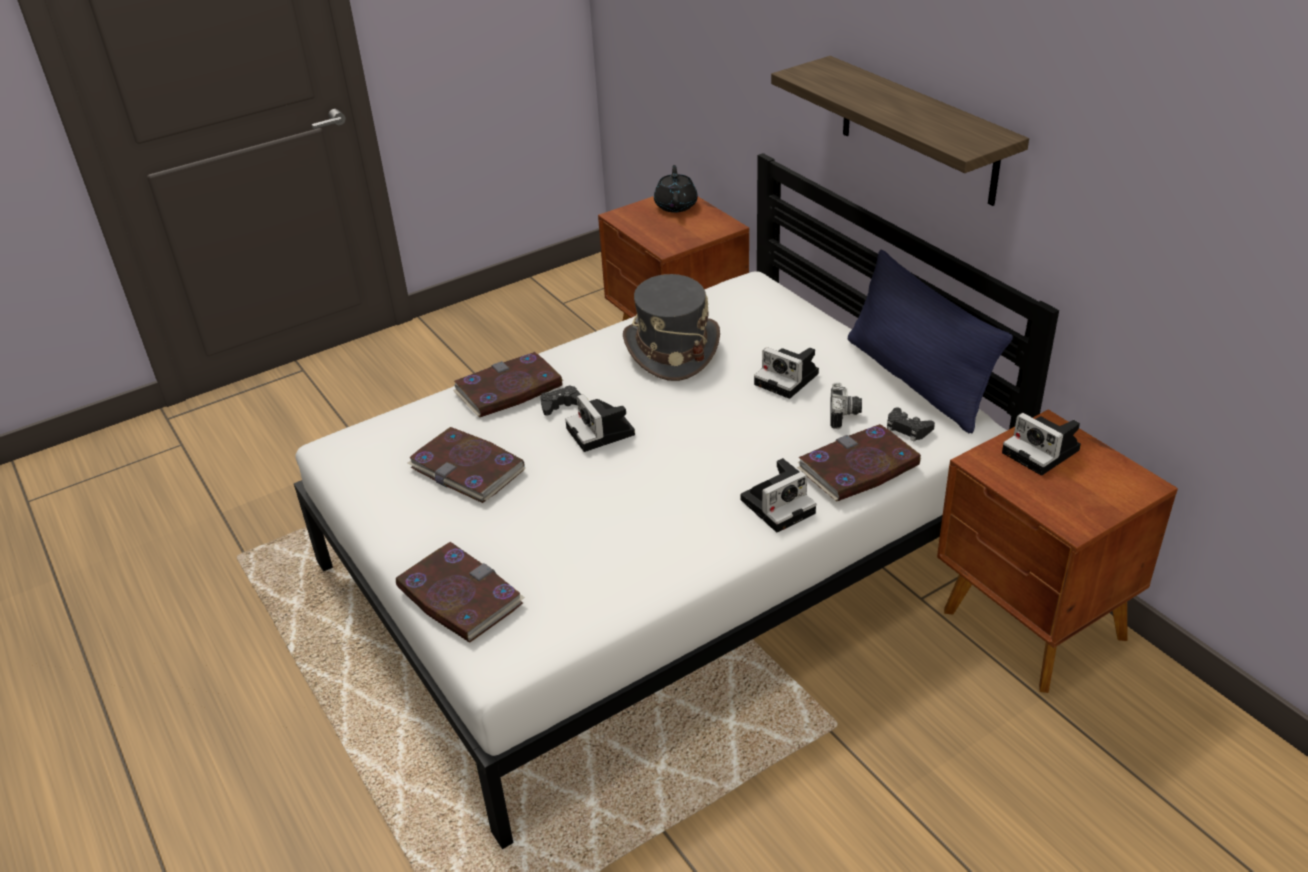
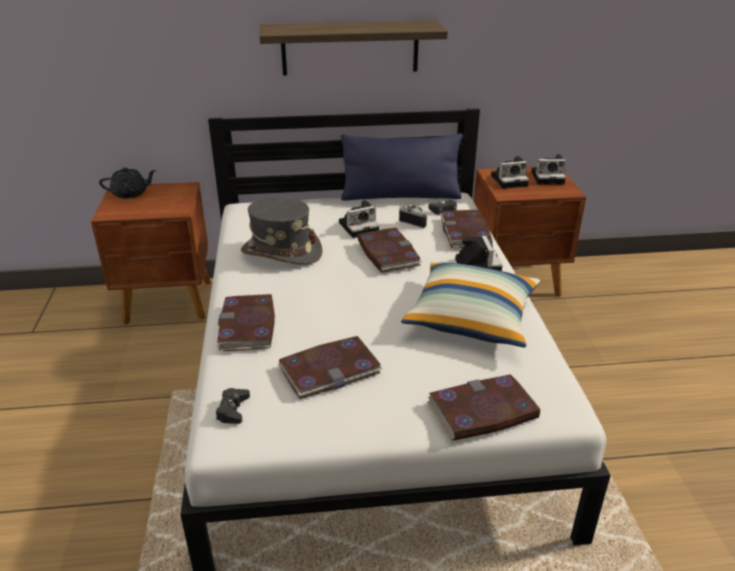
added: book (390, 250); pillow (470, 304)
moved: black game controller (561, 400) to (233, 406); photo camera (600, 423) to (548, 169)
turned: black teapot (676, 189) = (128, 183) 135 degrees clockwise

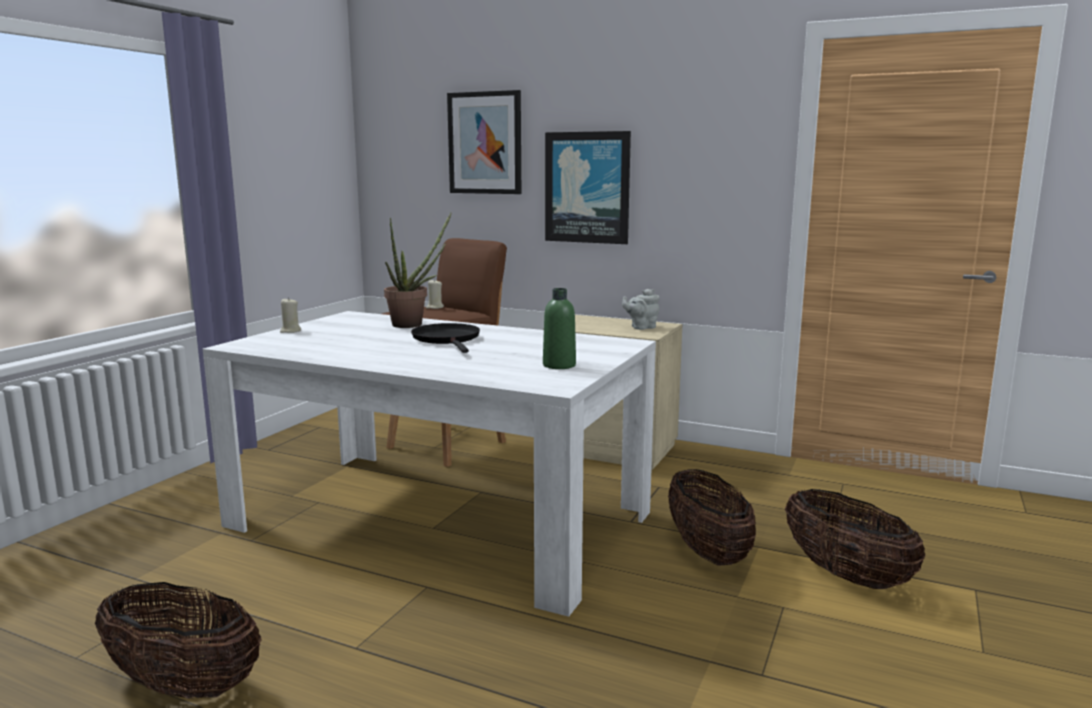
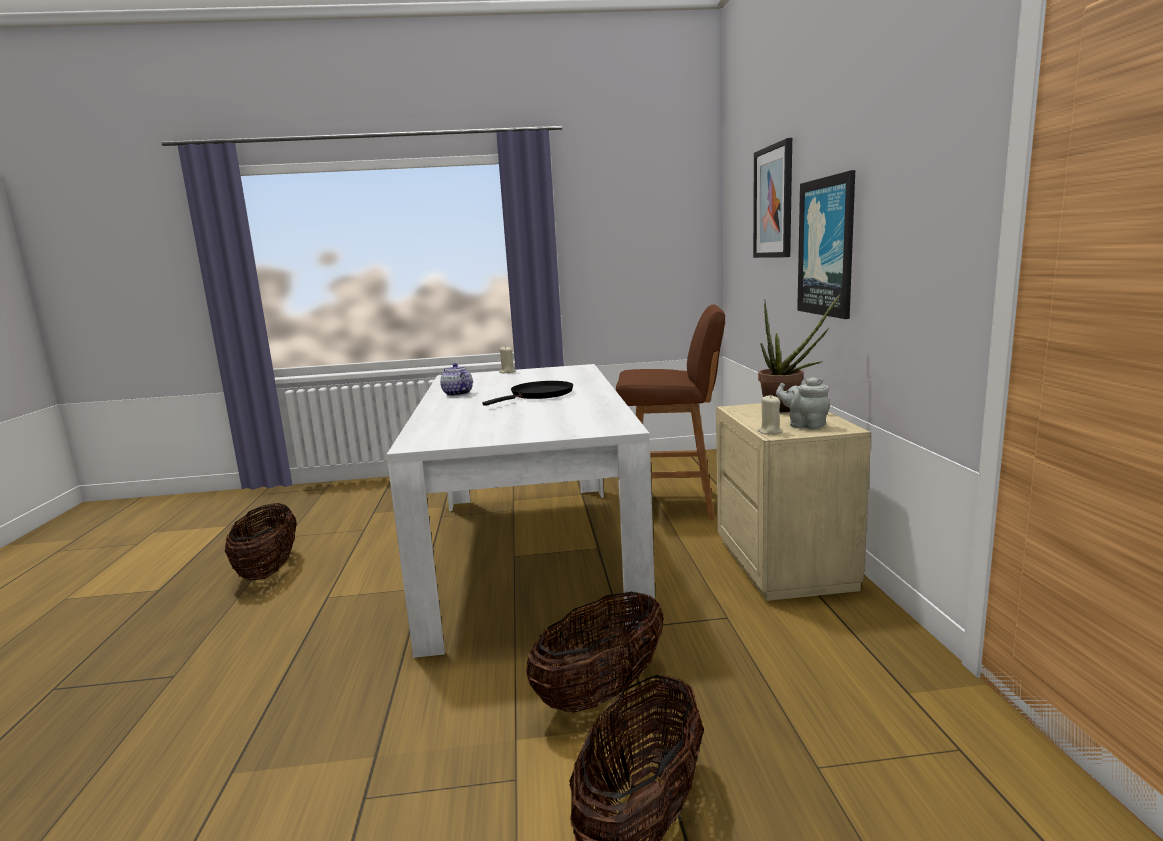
removed: green bottle (559, 328)
added: teapot (456, 379)
moved: potted plant (418, 270) to (799, 353); beige candle (435, 294) to (770, 415)

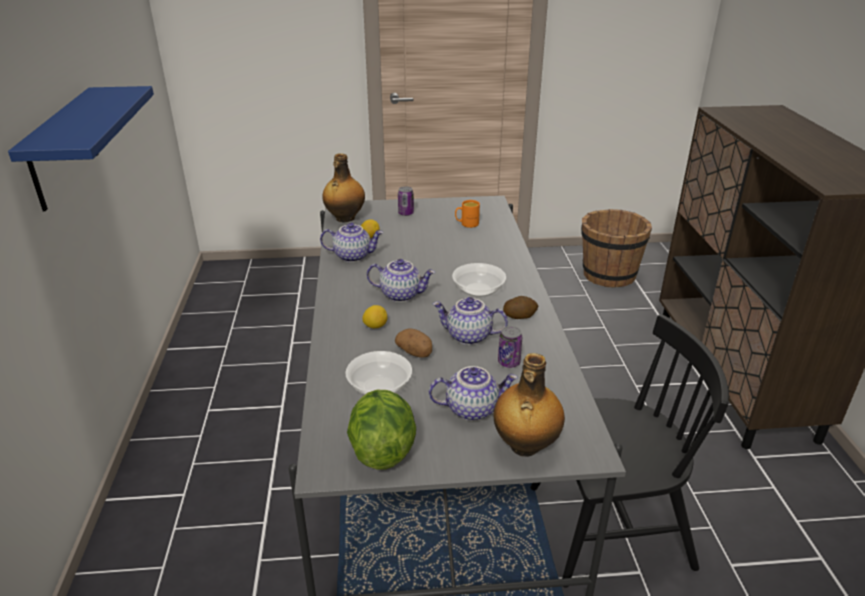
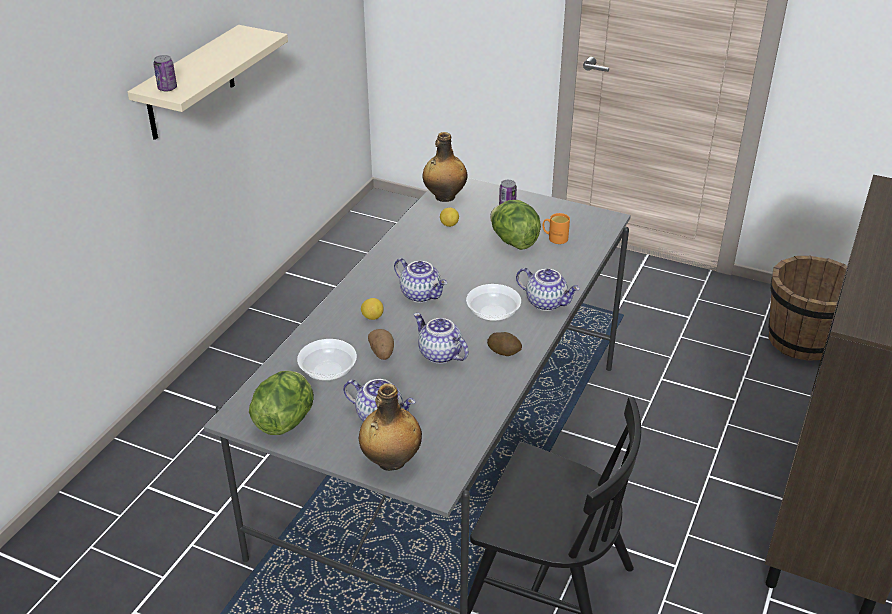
added: lettuce (515, 225)
moved: teapot (351, 242) to (548, 289); can (510, 347) to (165, 73)
recoloured: blue shelf (81, 148) to beige shelf (208, 82)

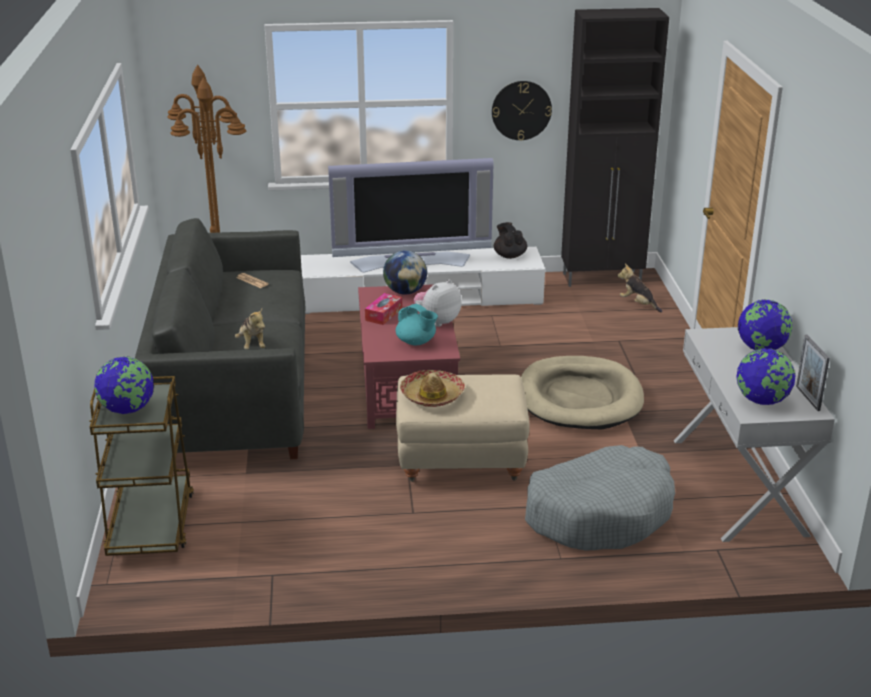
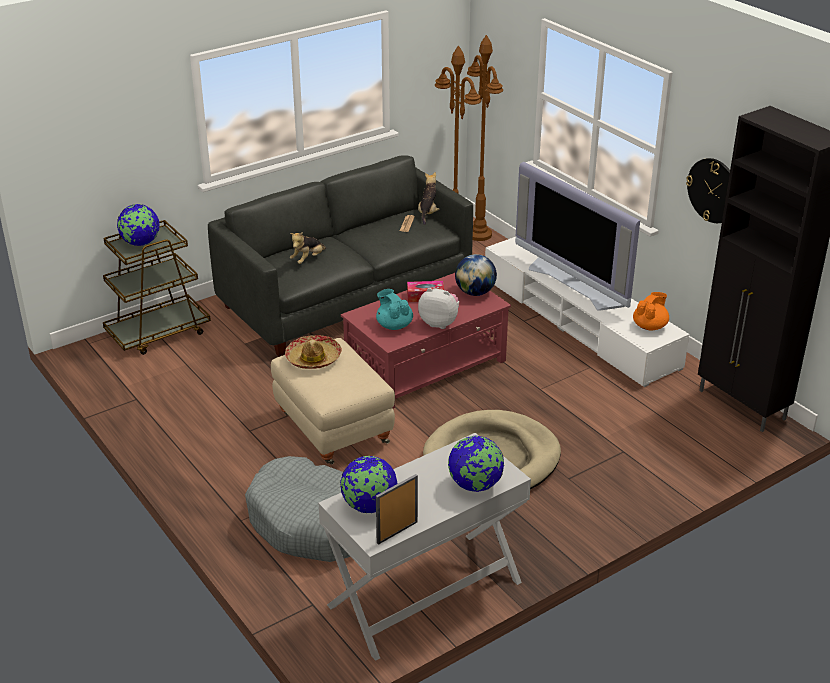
moved: plush toy (639, 288) to (429, 198)
recoloured: black teapot (510, 240) to orange teapot (651, 311)
turned: turquoise teapot (417, 325) = (394, 309) 135 degrees clockwise

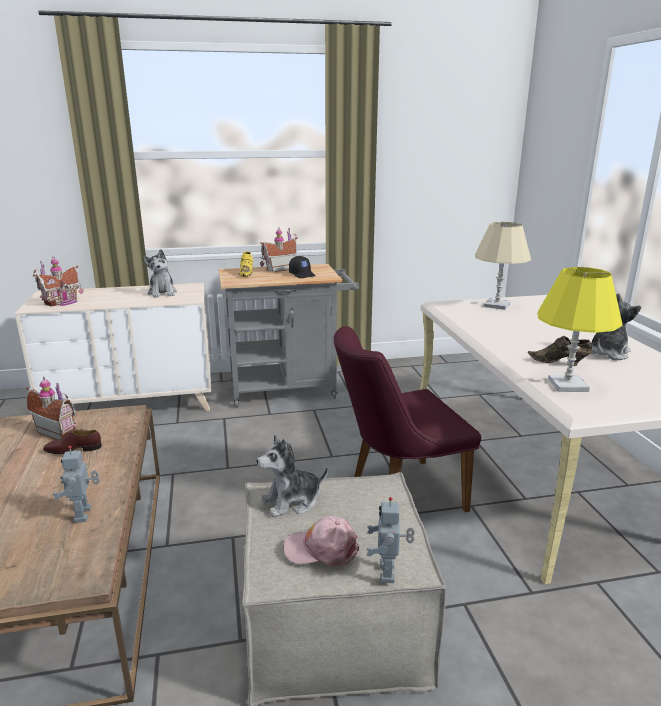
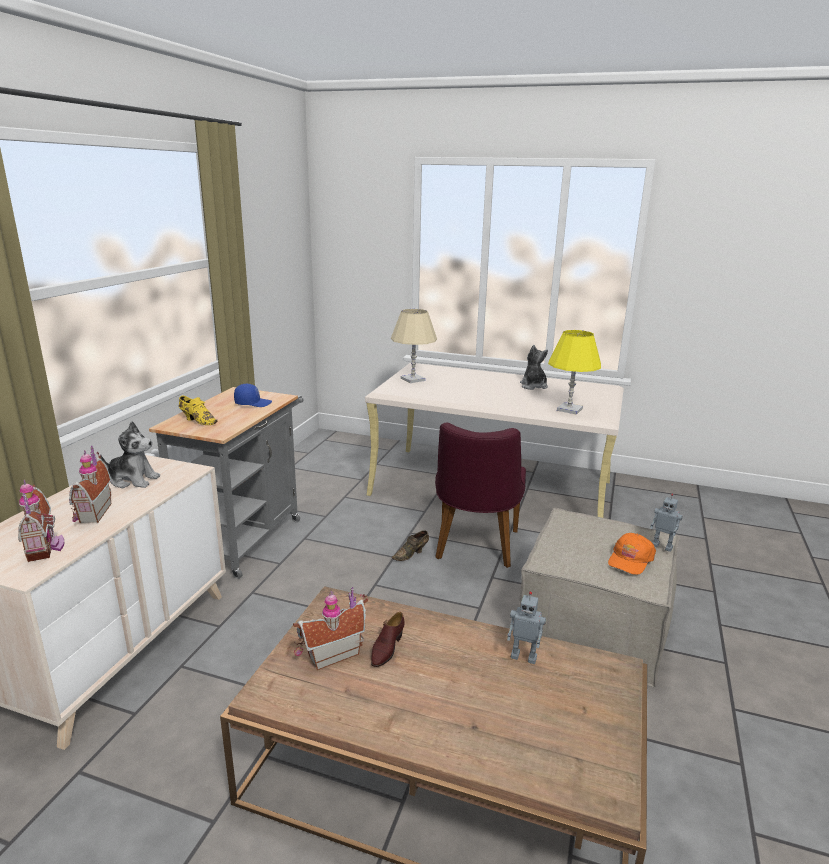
removed: plush toy (292, 476)
moved: toy house (278, 250) to (90, 484); brown shoe (560, 351) to (410, 545)
recoloured: pink cap (321, 541) to orange cap (632, 554); black cap (302, 267) to blue cap (253, 395)

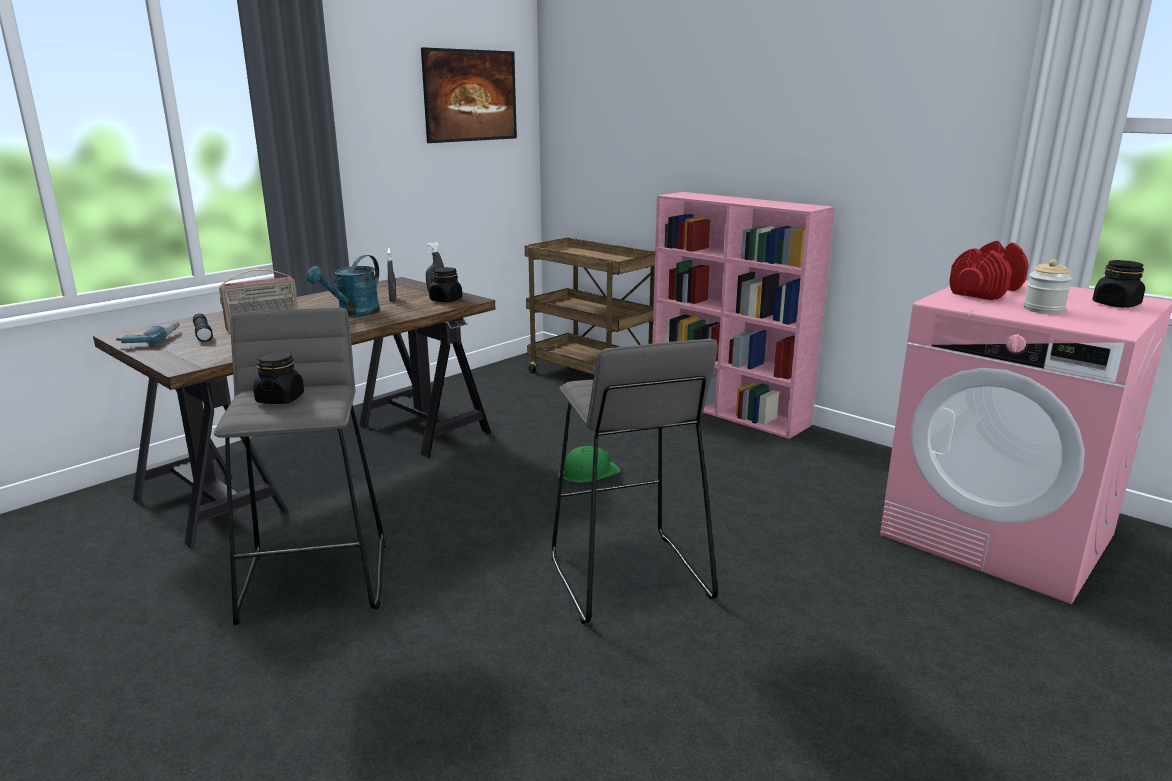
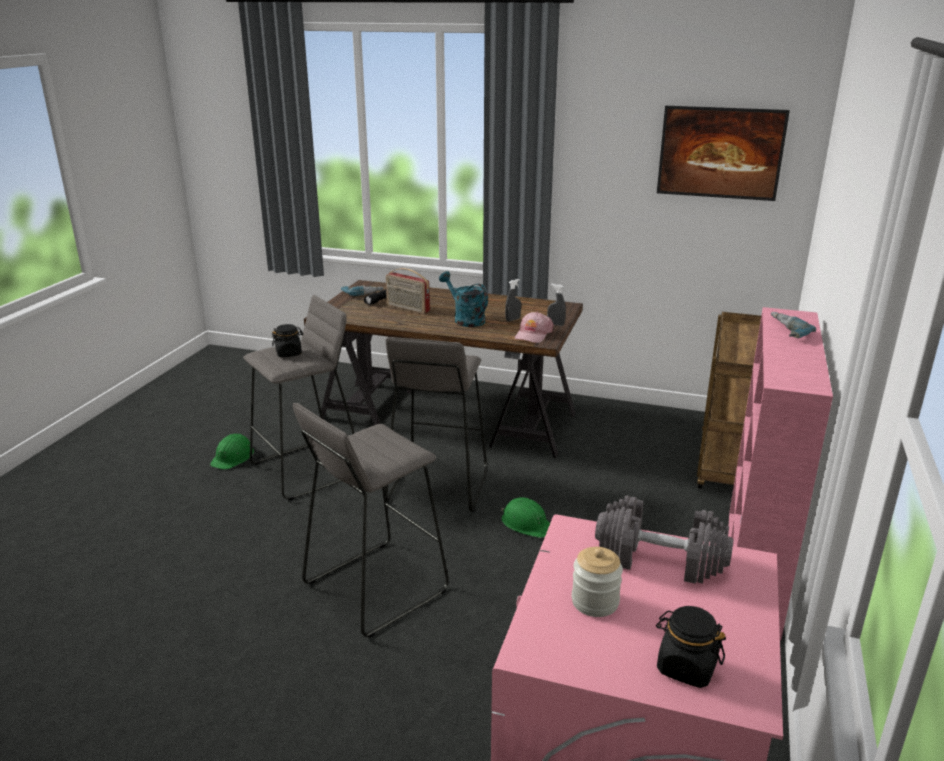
added: green hard hat (232, 452); grey stool (436, 424); power drill (793, 325)
replaced: black jar (445, 284) to pink cap (534, 327)
recoloured: red dumbbell (989, 270) to grey dumbbell (664, 539)
turned: turquoise watering can (343, 286) = (463, 299) 45 degrees clockwise

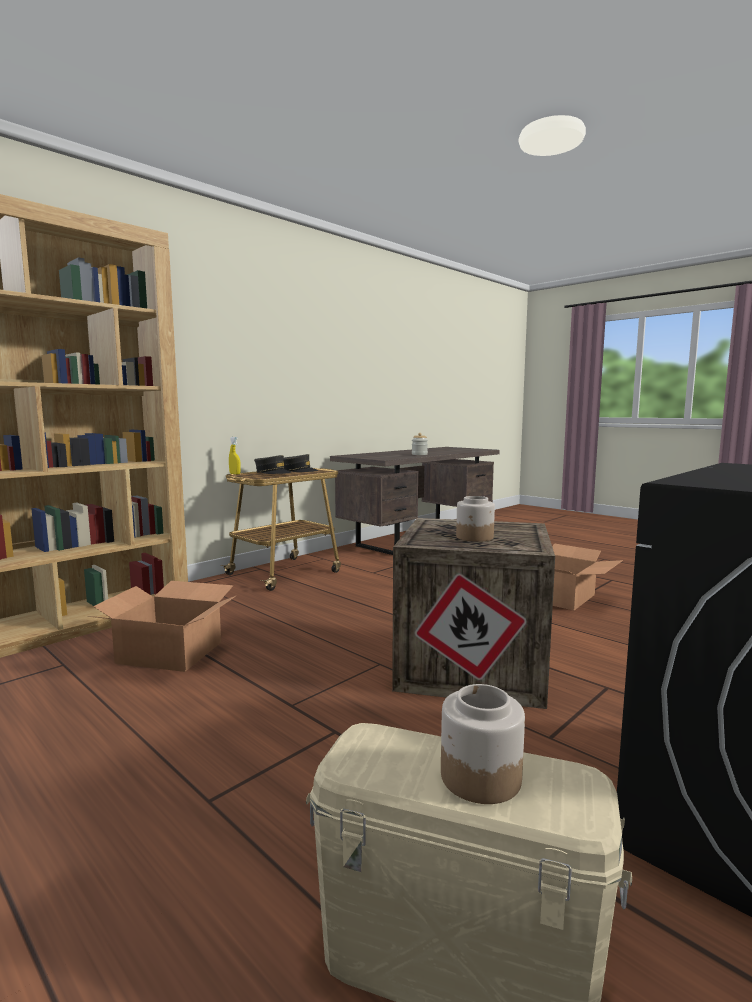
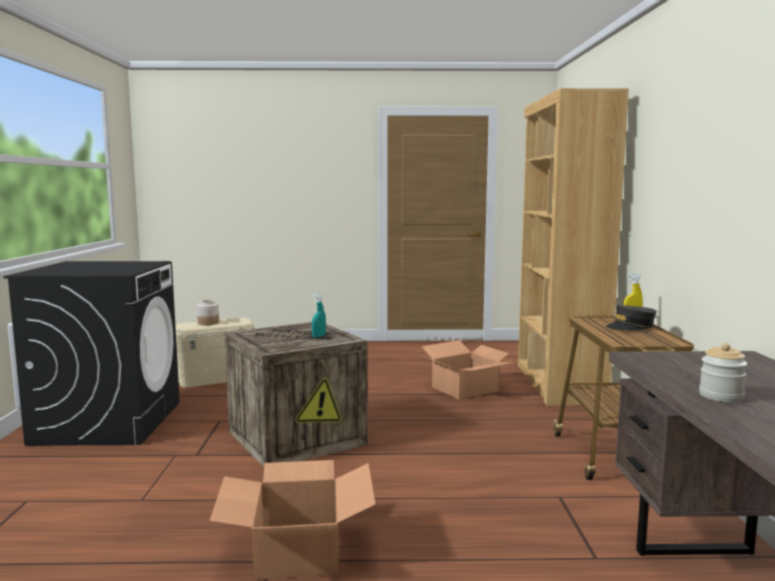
removed: grey cap (301, 463); jar (475, 519)
added: turquoise spray bottle (319, 315)

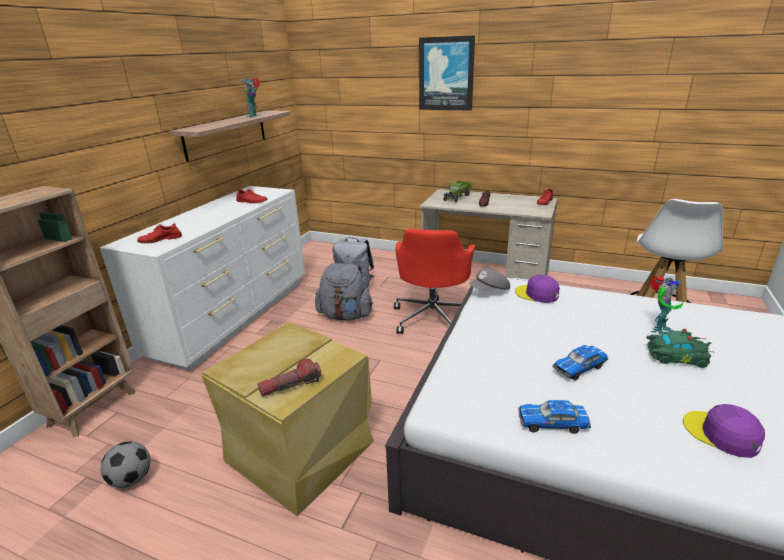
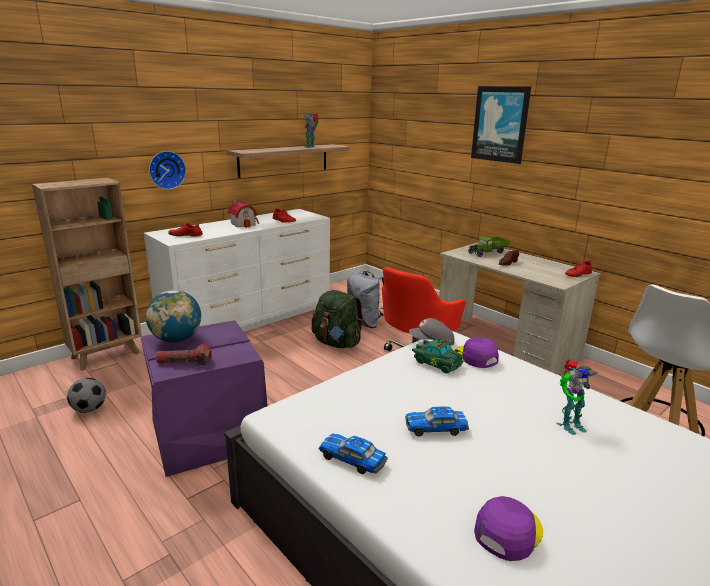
added: globe (173, 316); wall clock (167, 170); toy house (243, 214)
moved: green toy car (680, 348) to (438, 356)
recoloured: beige storage box (287, 419) to purple storage box (204, 398); grey backpack (344, 291) to green backpack (338, 319)
turned: purple cap (724, 431) = (508, 528) 60 degrees clockwise

